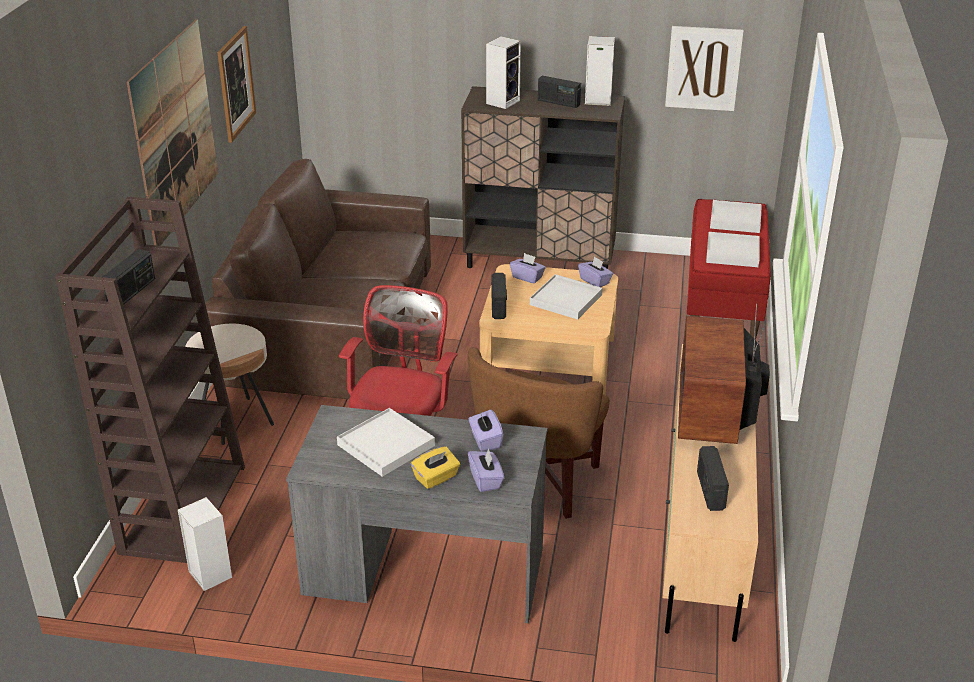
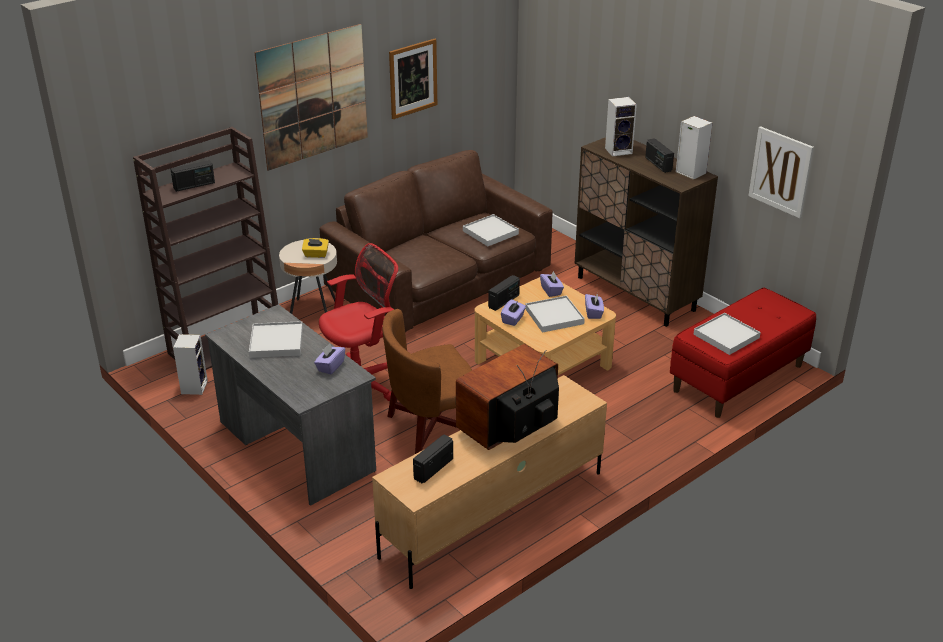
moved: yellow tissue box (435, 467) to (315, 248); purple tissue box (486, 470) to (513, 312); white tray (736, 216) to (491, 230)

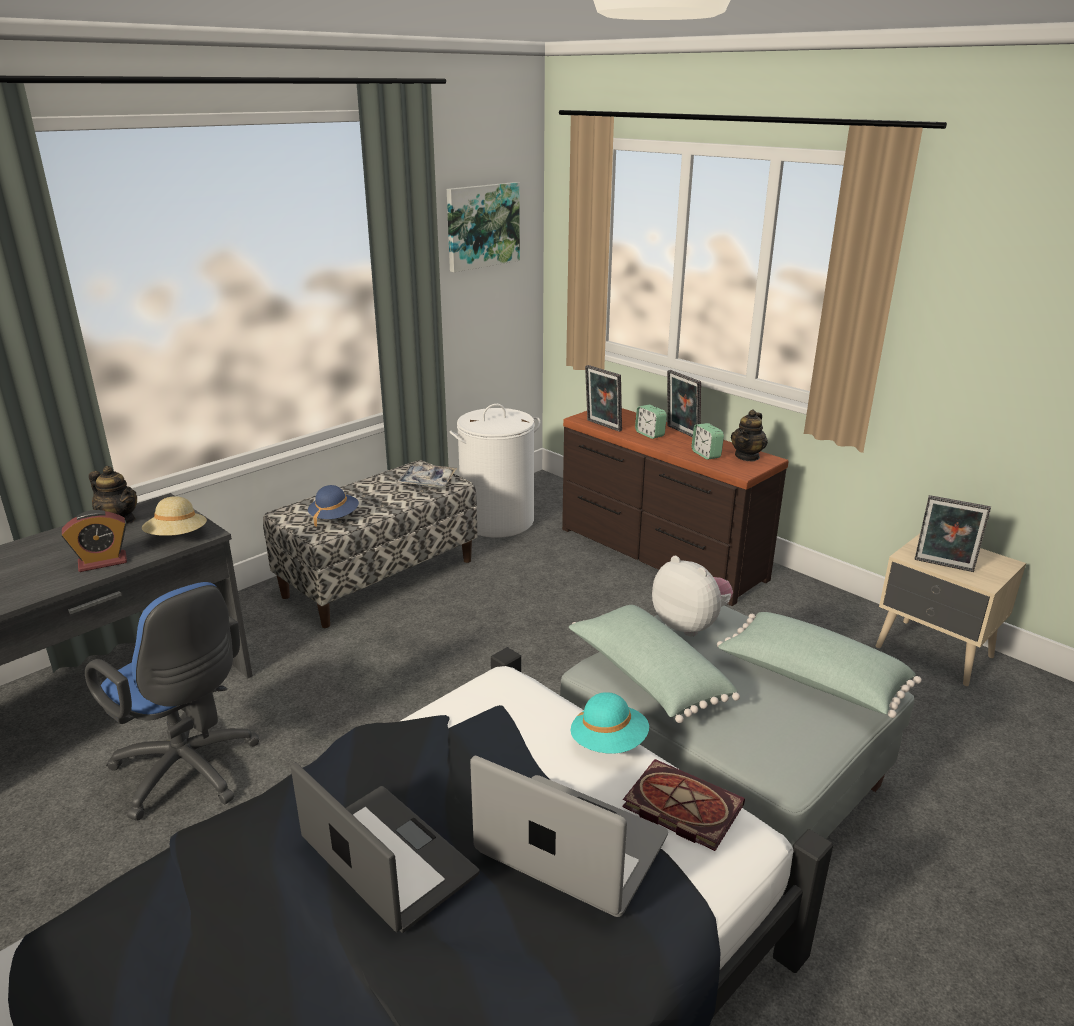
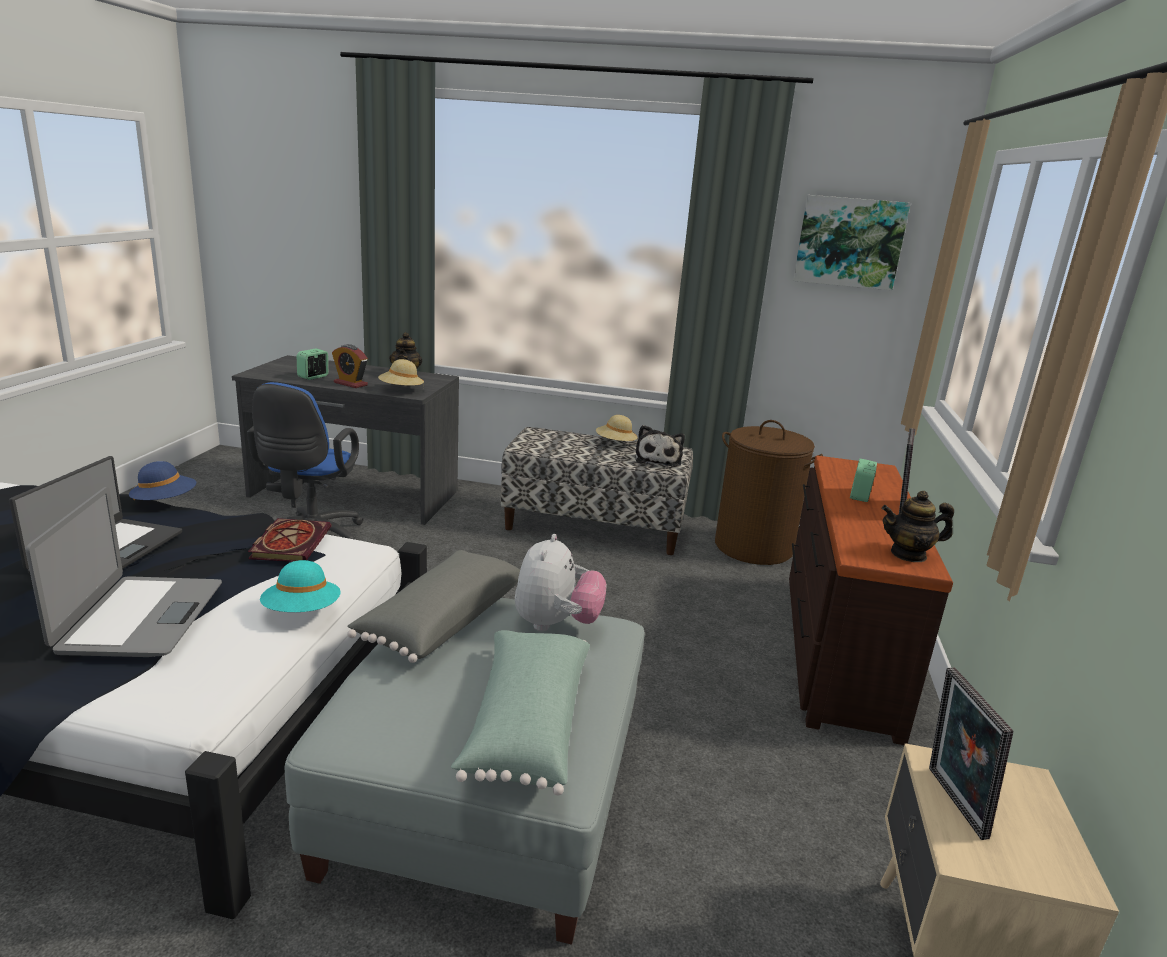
removed: picture frame (603, 398)
added: beige hat (617, 428)
moved: blue hat (333, 506) to (162, 481); book (683, 805) to (289, 540); alarm clock (708, 441) to (313, 364)
replaced: tray (427, 475) to plush toy (660, 446)
recoloured: white laundry basket (495, 471) to brown laundry basket (769, 492); green pillow (654, 664) to grey pillow (433, 606)

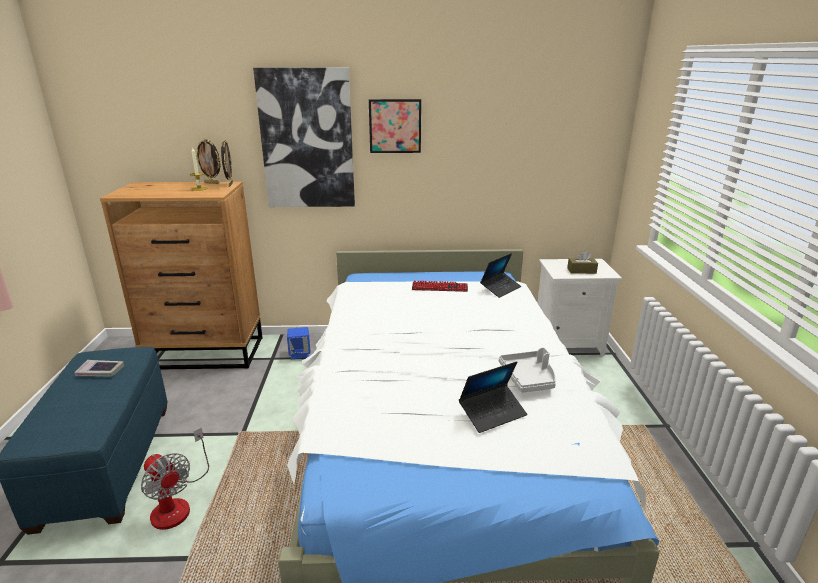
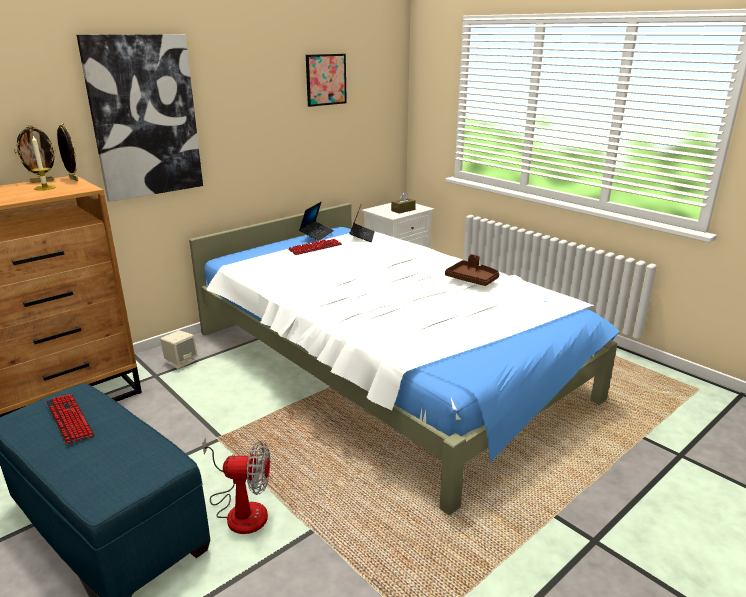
moved: picture (395, 126) to (326, 80); laptop (493, 397) to (316, 221)
replaced: book (99, 368) to keyboard (70, 419)
recoloured: blue speaker (299, 343) to beige speaker (179, 349); grey tray (527, 370) to brown tray (472, 270)

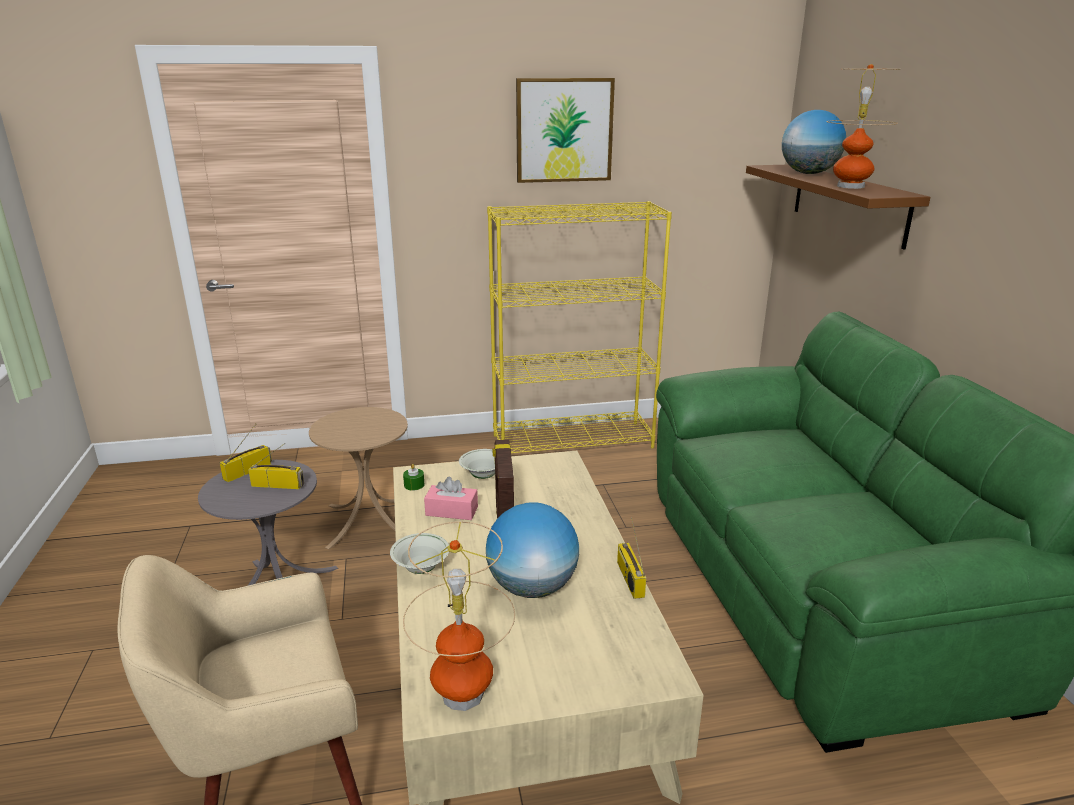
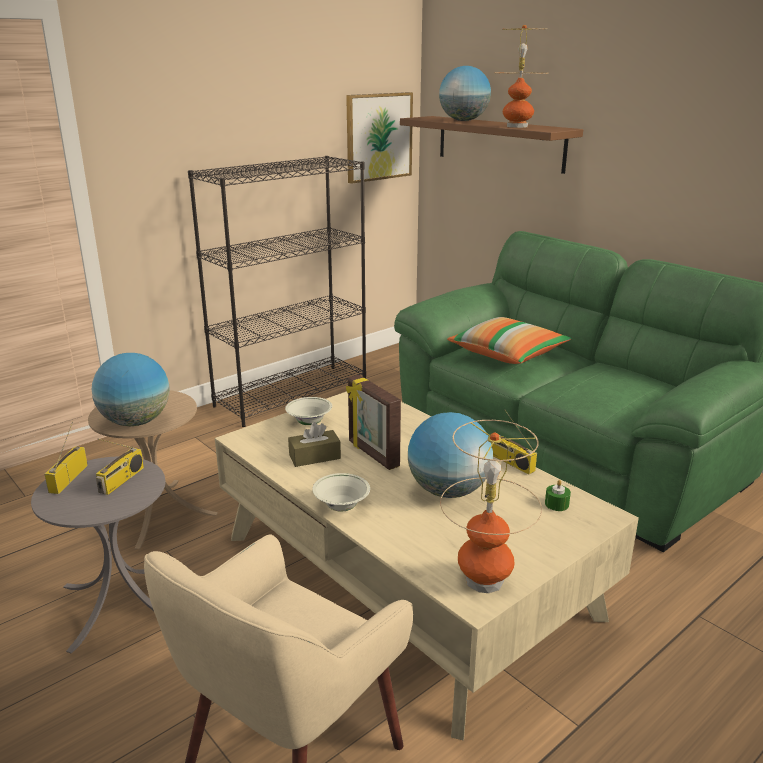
added: globe (130, 389); pillow (509, 340)
moved: green candle (414, 477) to (558, 495); picture (565, 130) to (379, 138)
recoloured: pink tissue box (451, 498) to brown tissue box (314, 444); yellow bookcase (579, 327) to black bookcase (277, 291)
turned: radio (276, 466) = (120, 467) 135 degrees clockwise

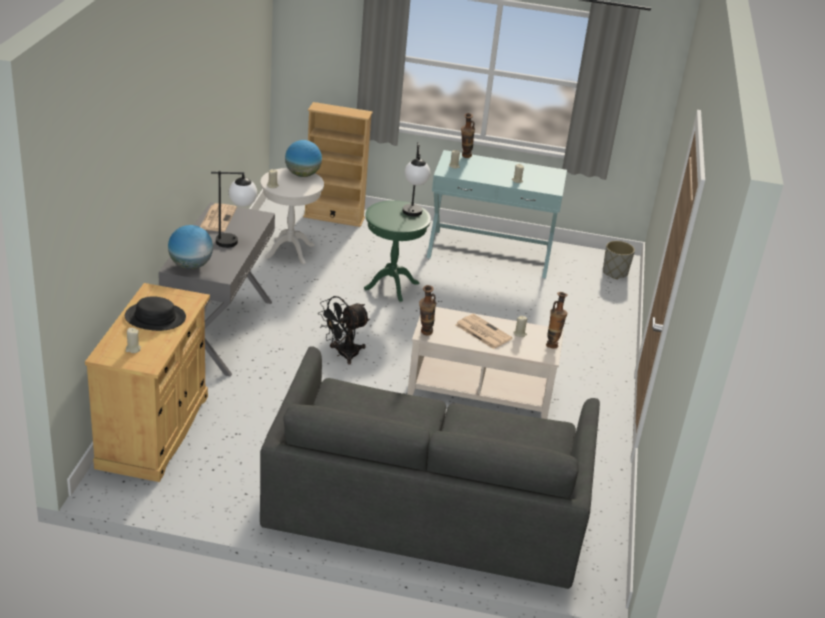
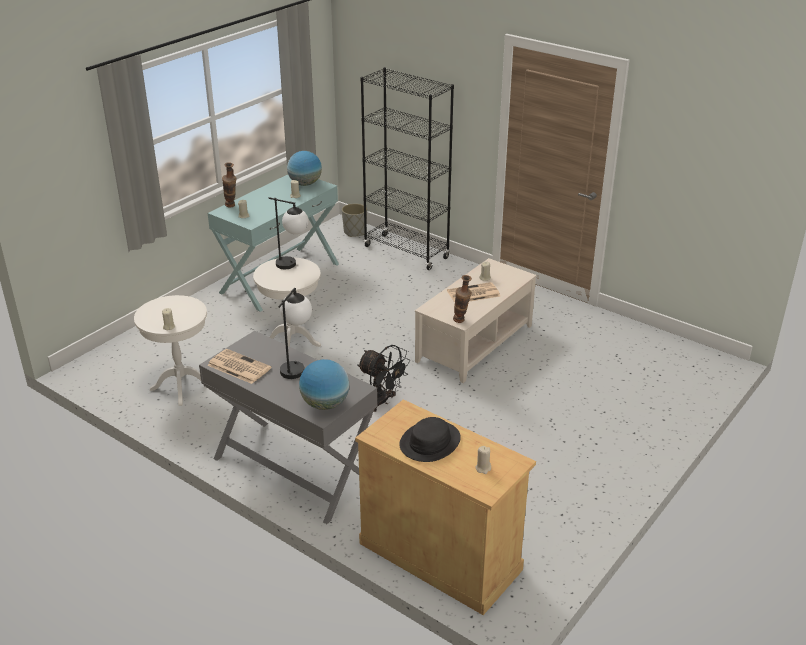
removed: grey sofa (430, 467); beige bookcase (338, 164); vase (557, 320)
added: black bookcase (407, 168)
moved: globe (303, 158) to (304, 168)
recoloured: green side table (397, 251) to white side table (287, 302)
turned: black fan (344, 330) = (383, 378) 45 degrees counterclockwise

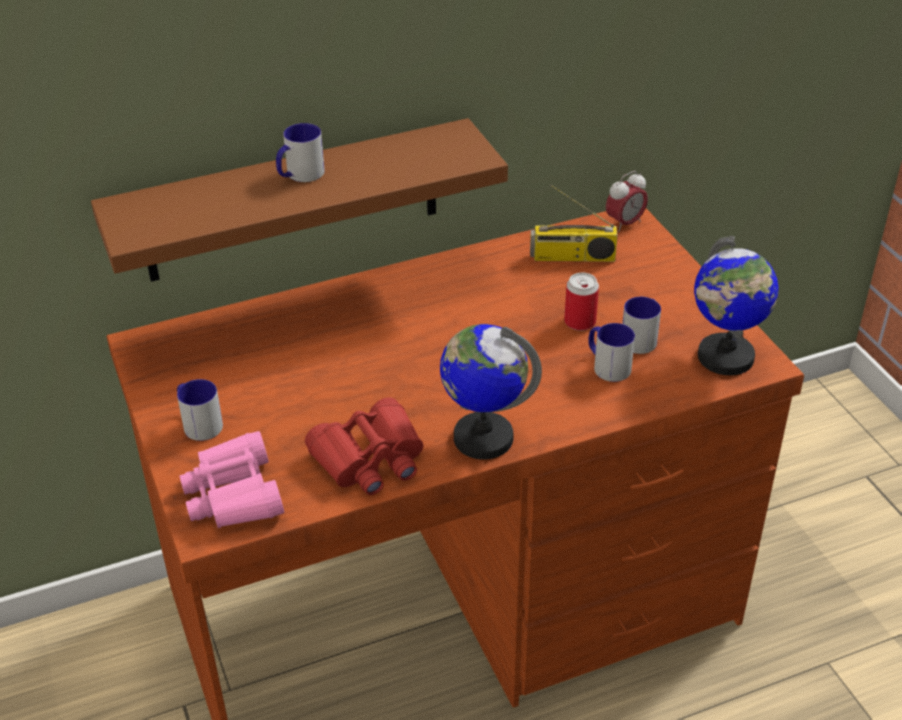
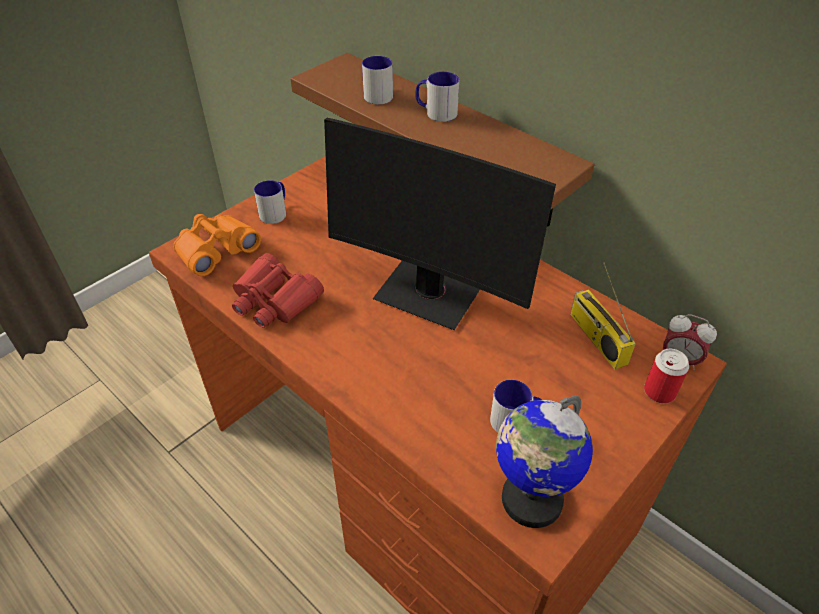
removed: globe (491, 392)
added: monitor (440, 224)
moved: can (581, 302) to (666, 376); mug (611, 352) to (377, 80)
recoloured: pink binoculars (232, 479) to orange binoculars (217, 245)

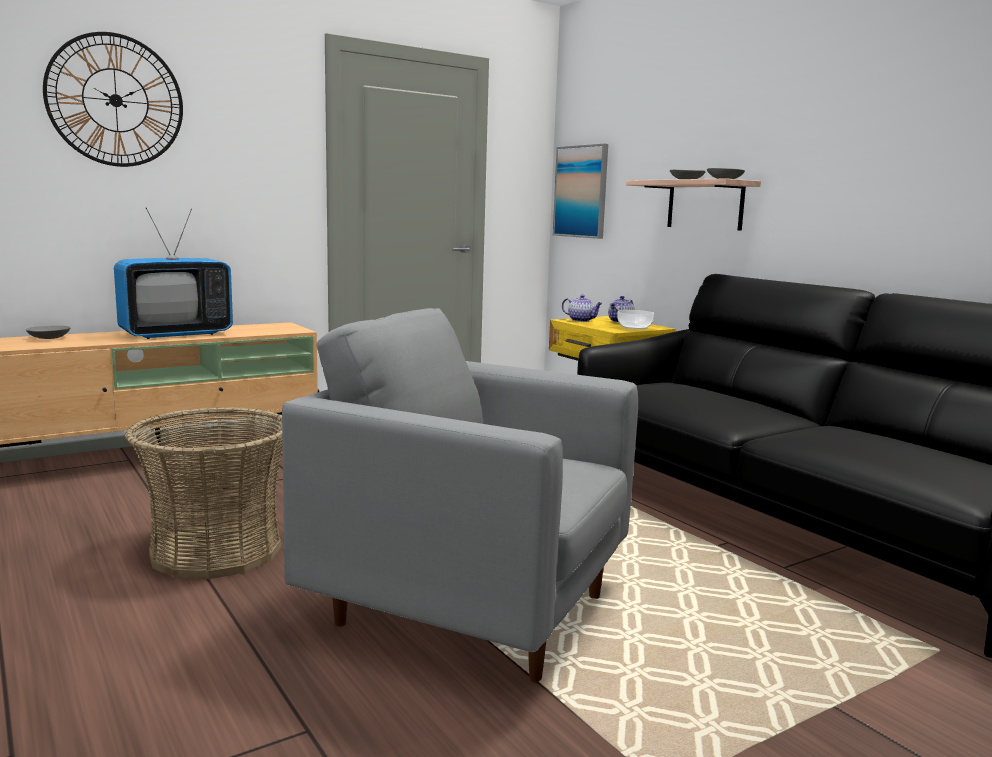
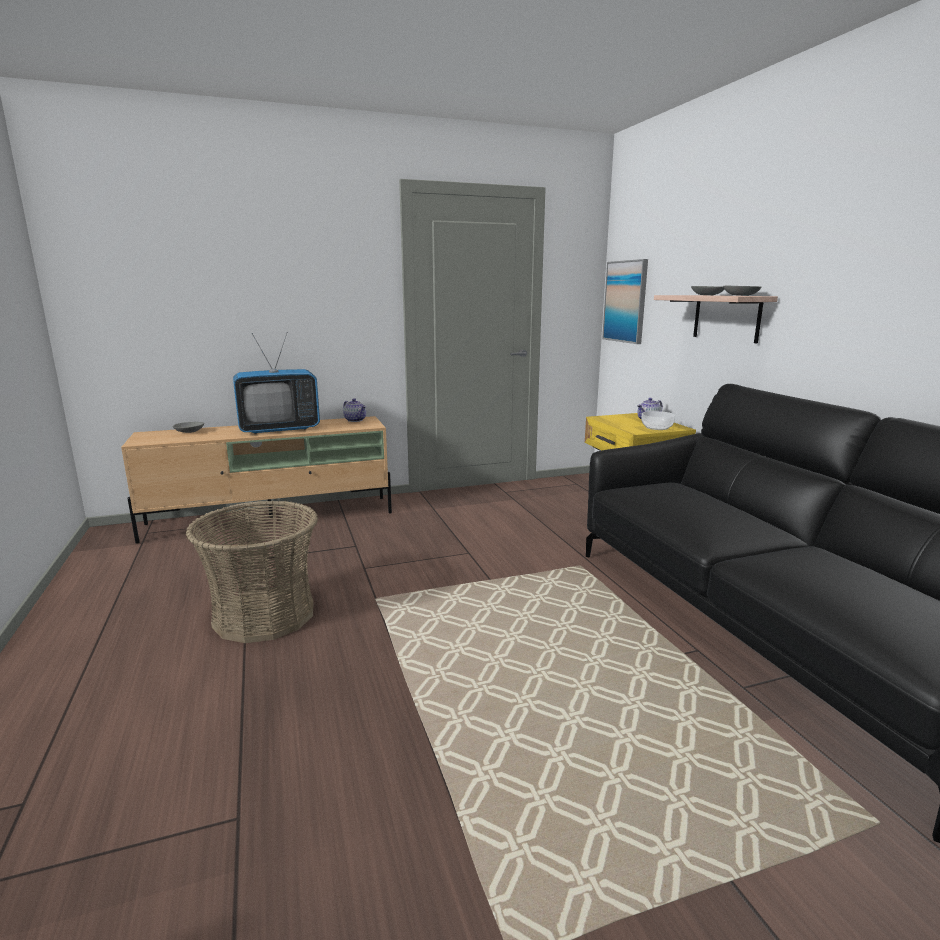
removed: wall clock (113, 99); grey armchair (460, 495)
moved: teapot (582, 308) to (354, 410)

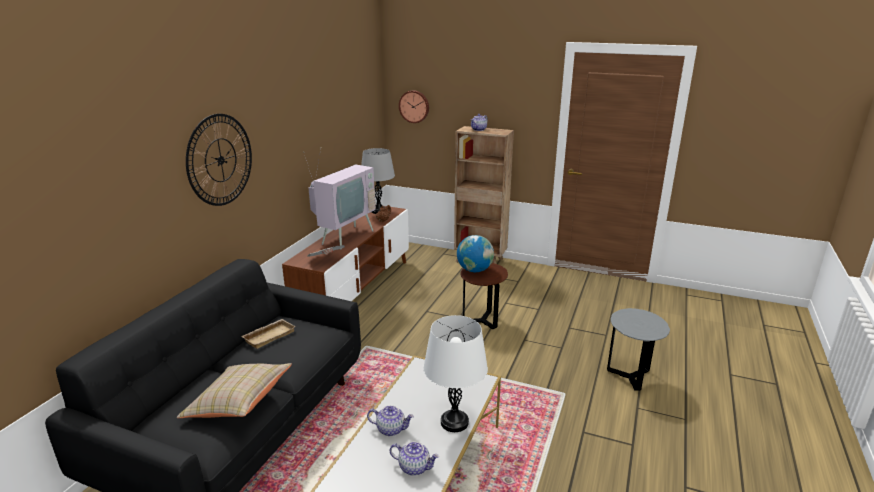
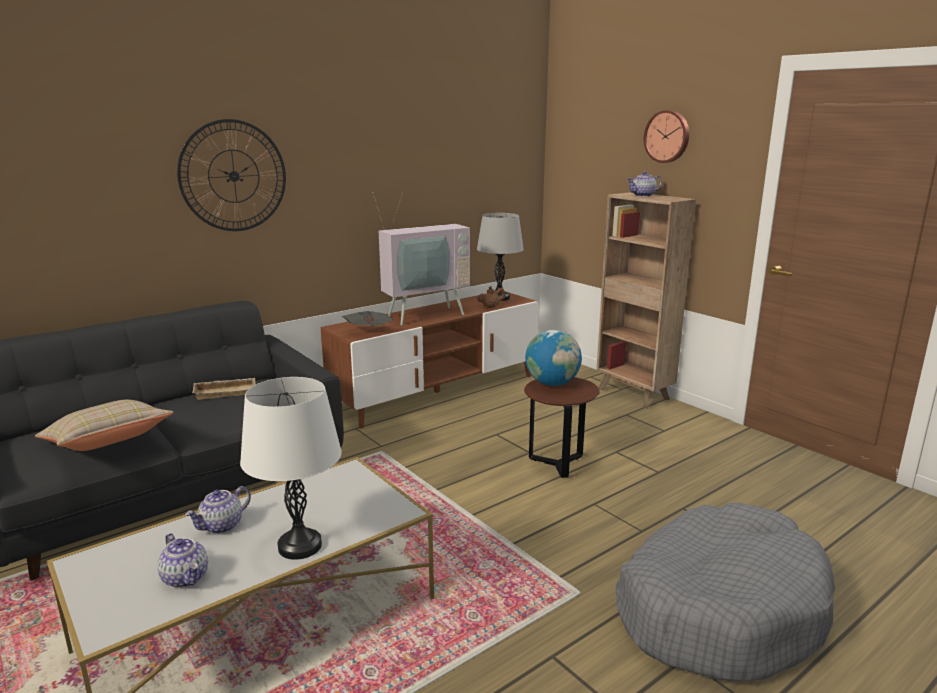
moved: wall clock (414, 106) to (666, 136)
replaced: grey side table (638, 349) to grey dog bed (725, 592)
turned: teapot (390, 420) = (218, 510) 90 degrees clockwise

